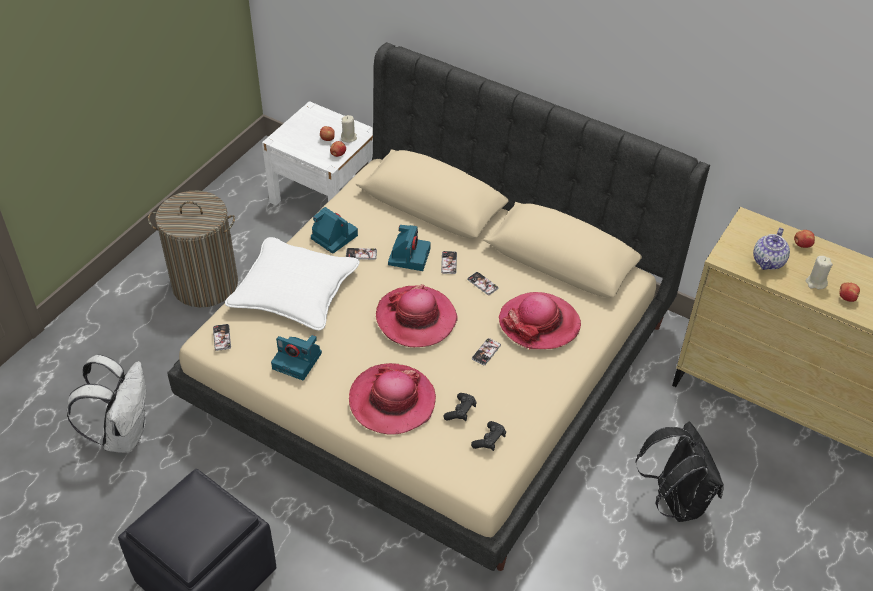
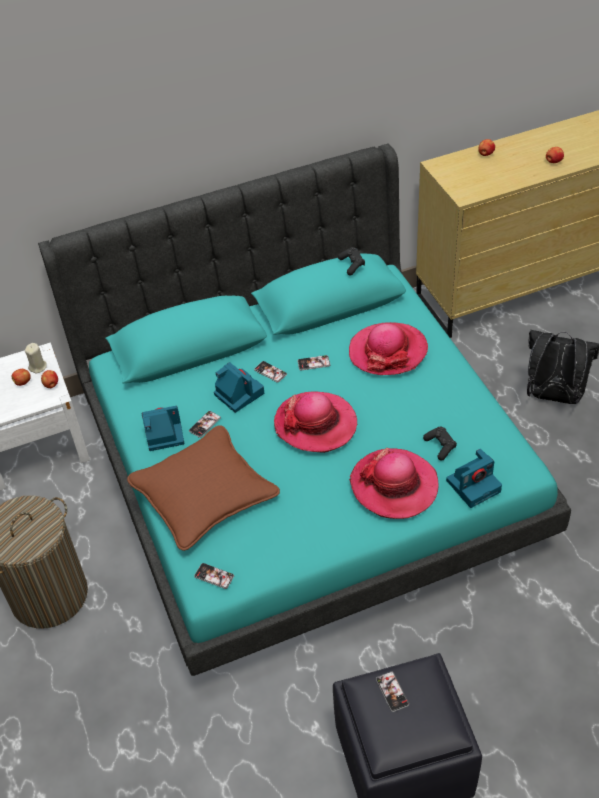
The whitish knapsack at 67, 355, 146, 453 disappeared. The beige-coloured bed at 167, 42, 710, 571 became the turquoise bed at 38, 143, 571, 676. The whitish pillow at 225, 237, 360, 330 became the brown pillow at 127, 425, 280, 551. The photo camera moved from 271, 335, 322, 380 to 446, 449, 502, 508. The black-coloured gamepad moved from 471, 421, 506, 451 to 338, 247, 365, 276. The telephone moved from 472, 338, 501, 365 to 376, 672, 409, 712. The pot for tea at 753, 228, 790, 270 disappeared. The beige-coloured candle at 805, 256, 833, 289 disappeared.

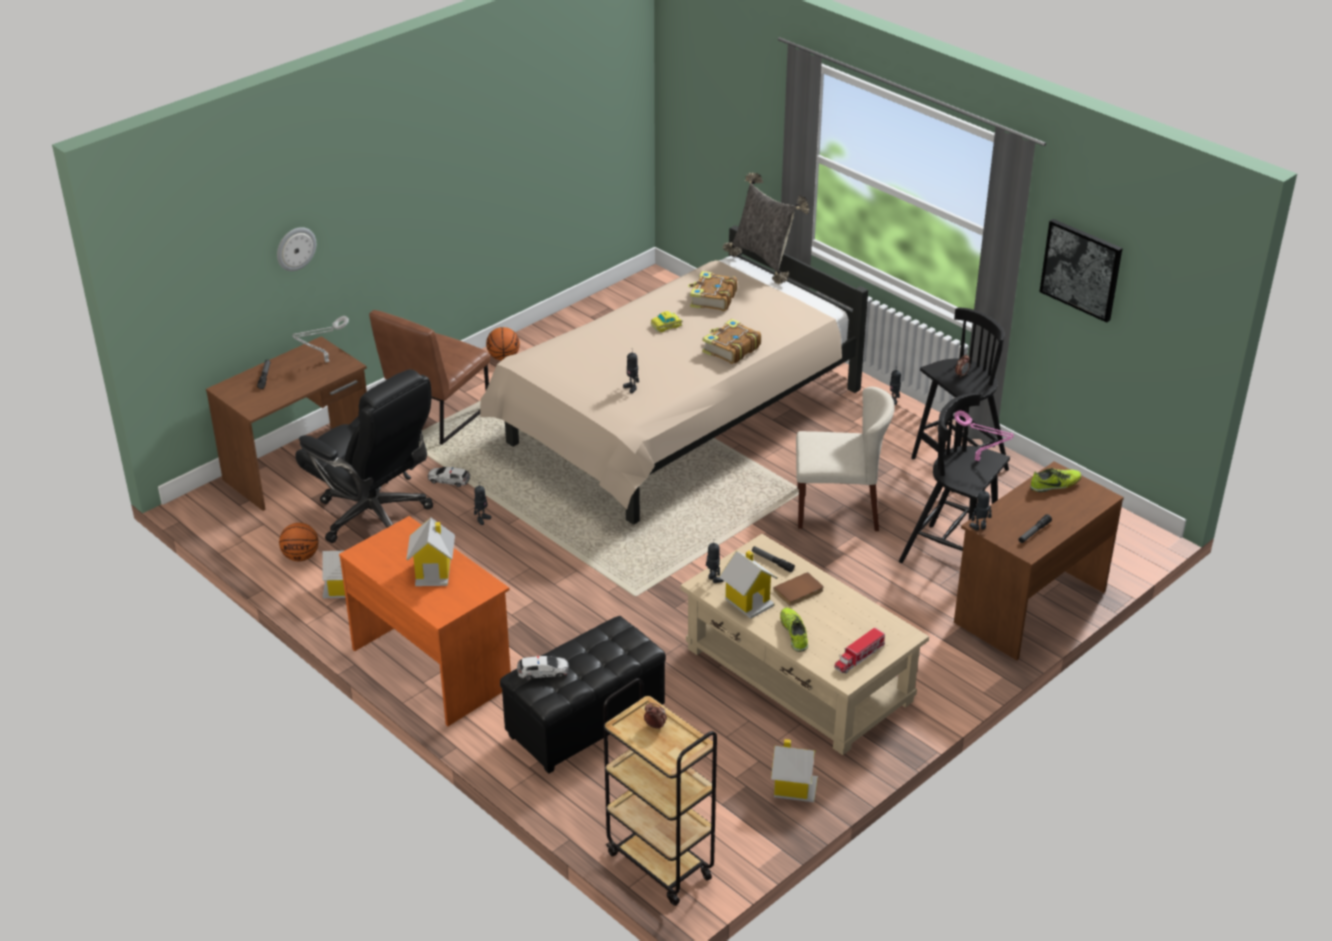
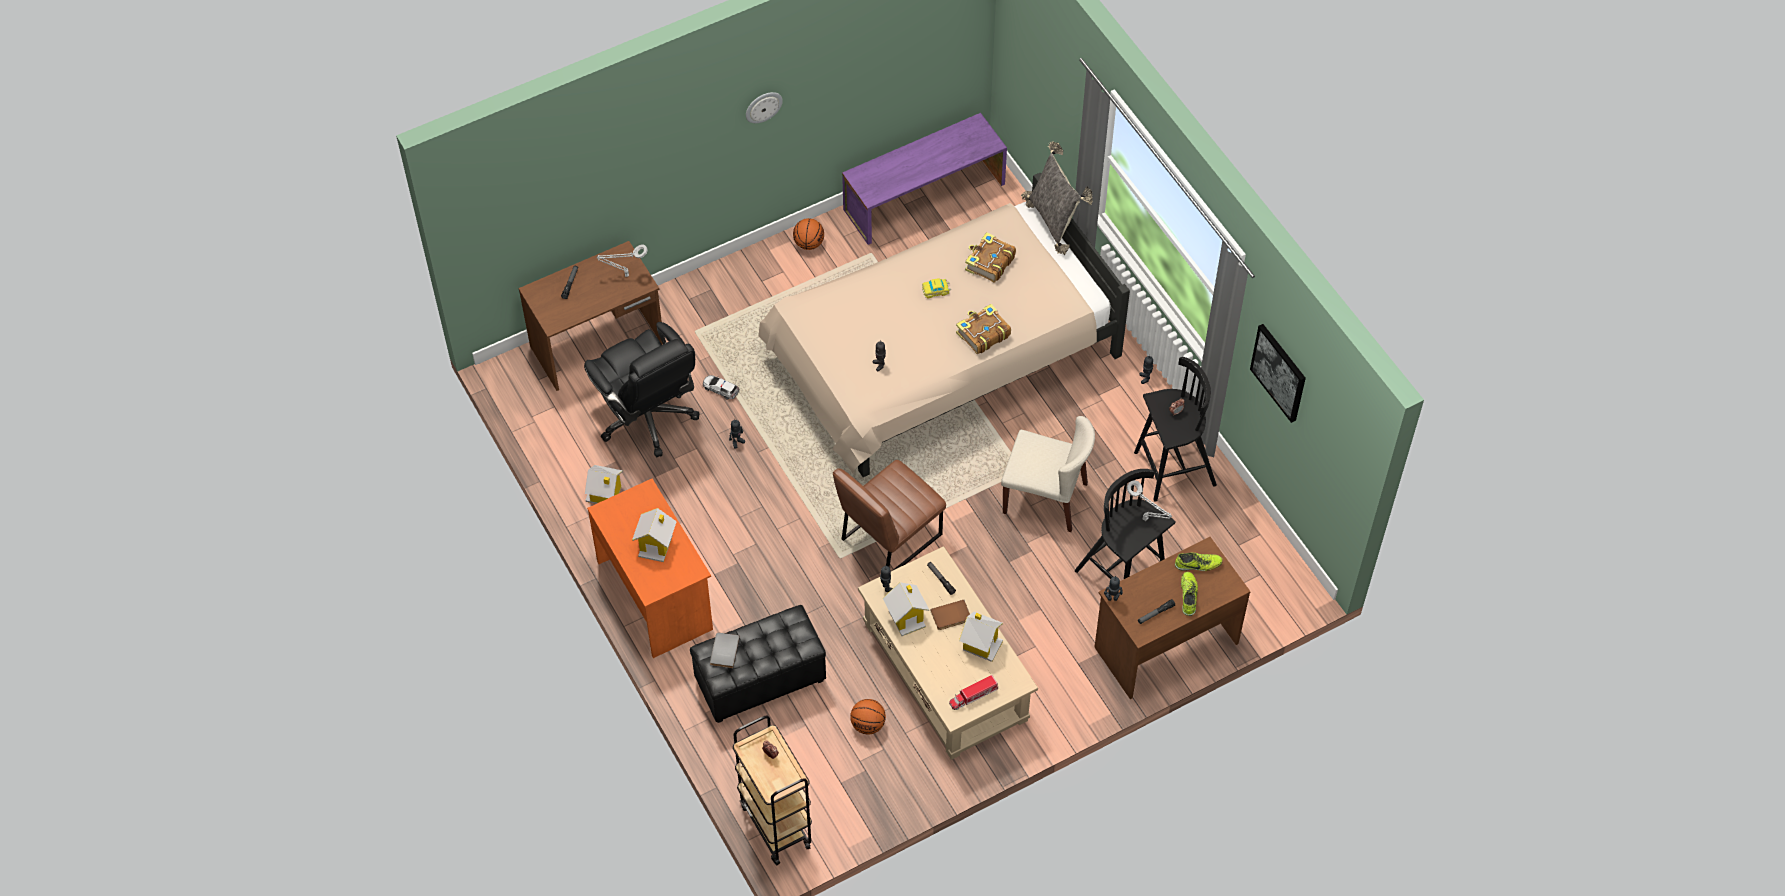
The clock on the wall moved from 277, 227, 316, 271 to 746, 92, 783, 123. The ball for basketball moved from 279, 523, 319, 561 to 850, 699, 886, 734. The brown chair moved from 369, 310, 490, 445 to 833, 460, 946, 571. The miniature car at 517, 656, 569, 680 was replaced by the greyish volume at 710, 633, 740, 668. The model house moved from 771, 739, 818, 802 to 959, 612, 1003, 662. The item of footwear moved from 780, 608, 808, 652 to 1181, 572, 1198, 616. The pink tabletop lamp at 954, 410, 1014, 461 became the greyish tabletop lamp at 1127, 480, 1172, 521. The purple-coloured indoor bench at 842, 113, 1007, 245 appeared.

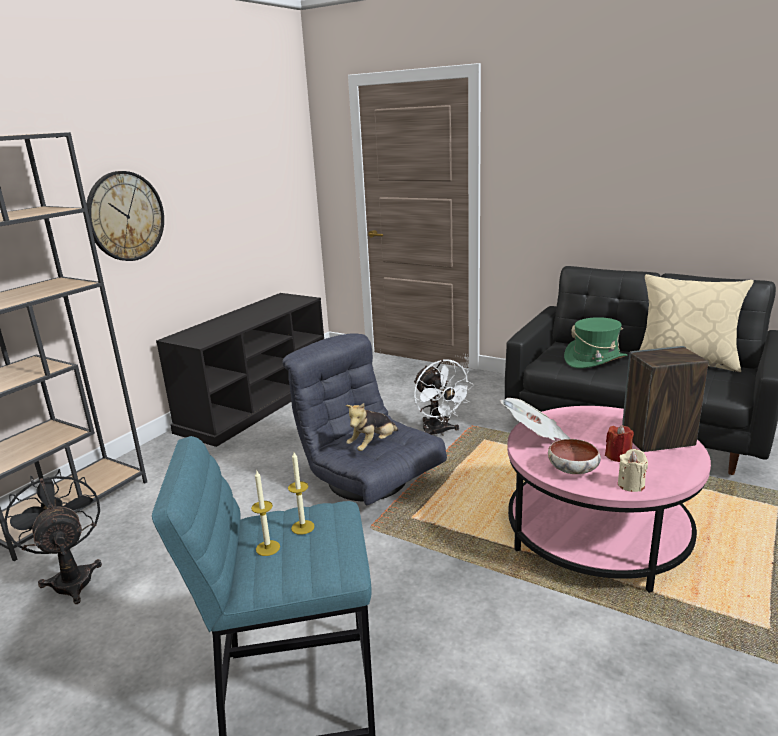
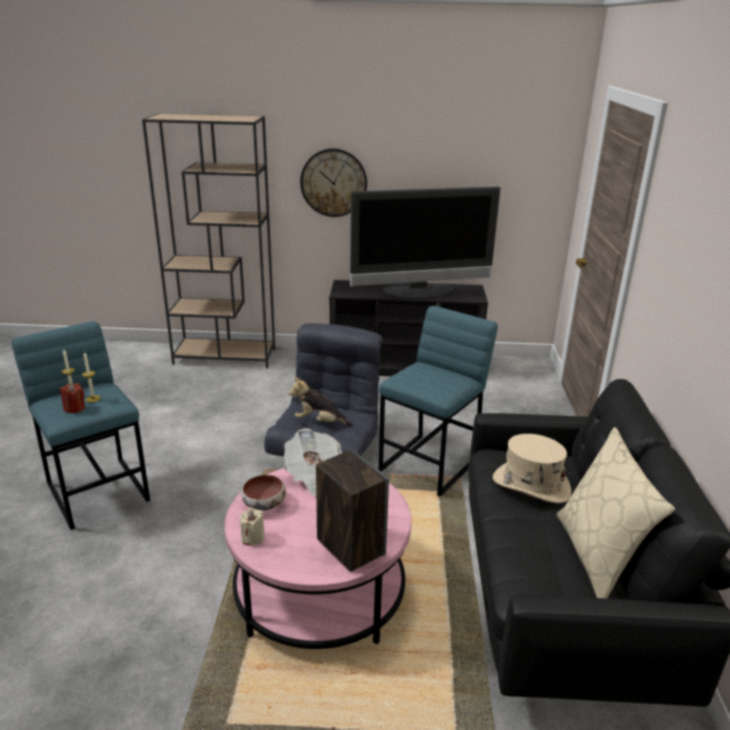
The black-coloured electric fan at 4, 469, 102, 604 disappeared. The whitish electric fan at 414, 359, 474, 436 was replaced by the blue-coloured sitting stool at 379, 306, 498, 496. The greenish hat at 564, 317, 628, 369 became the beige-coloured hat at 493, 434, 571, 503. The red-coloured candle moved from 605, 425, 634, 462 to 60, 383, 85, 413. The TV set at 350, 187, 500, 299 appeared.

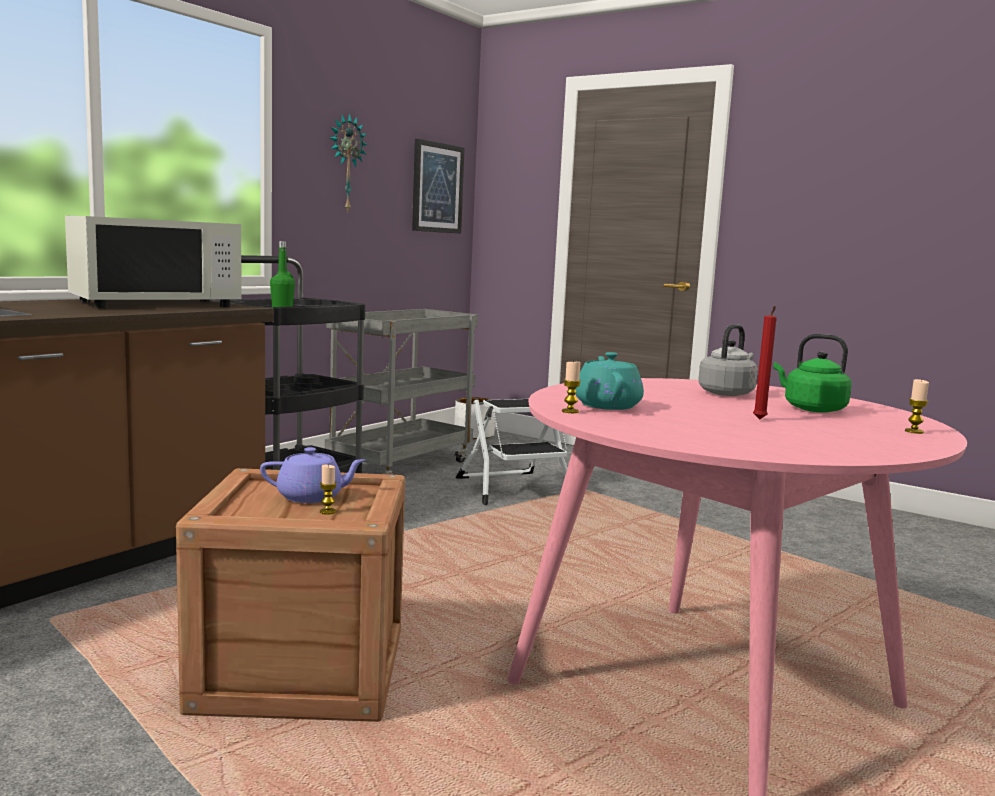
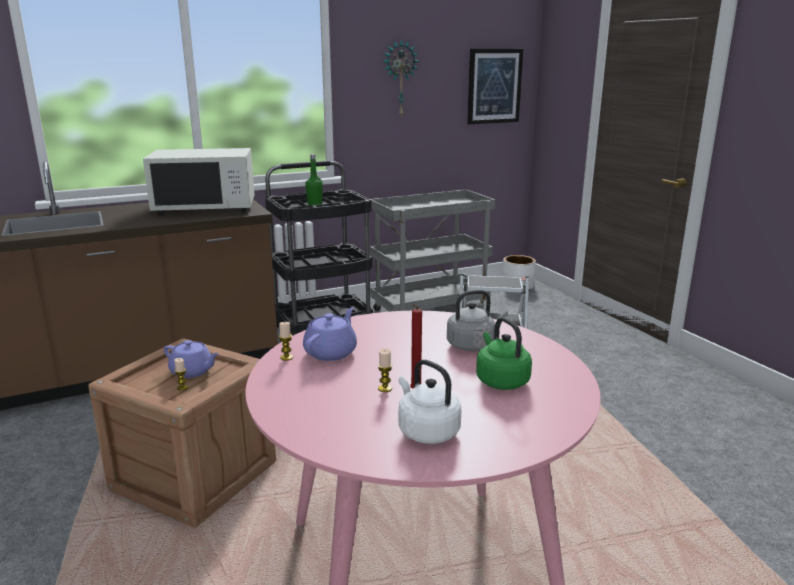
The turquoise pot for tea at 575, 352, 644, 410 became the purple-coloured pot for tea at 303, 308, 357, 361. The candle moved from 905, 379, 929, 434 to 378, 348, 392, 392. The whitish kettle at 398, 360, 461, 444 appeared.

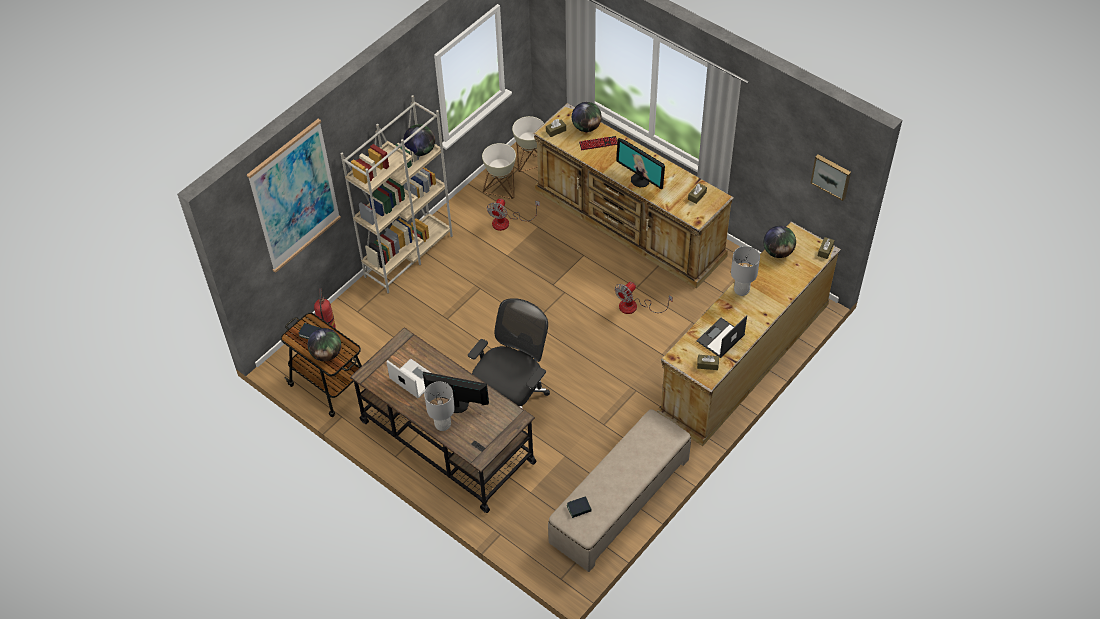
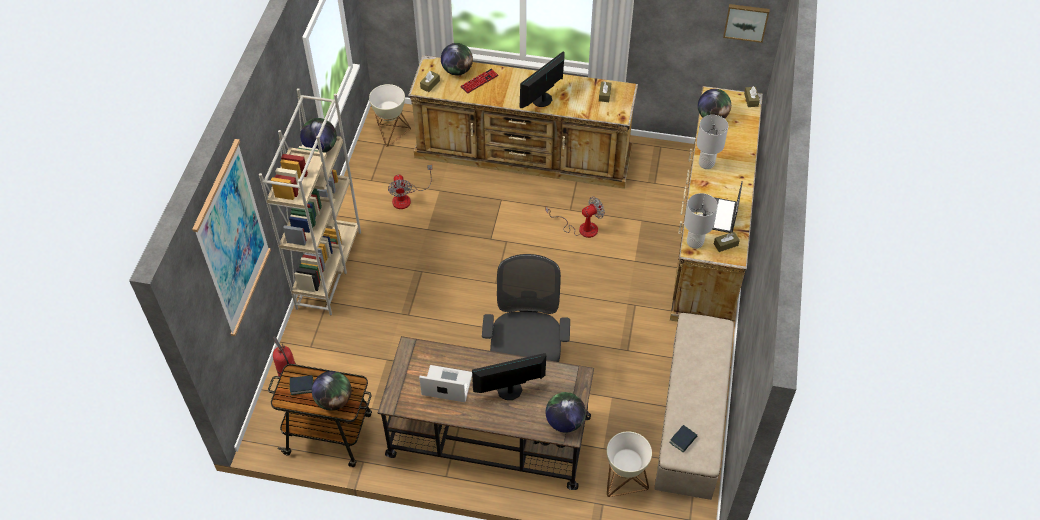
The greyish tabletop lamp moved from 424, 382, 455, 431 to 684, 193, 718, 249. The planter moved from 482, 143, 516, 199 to 607, 431, 652, 497. The electric fan at 615, 282, 673, 314 turned 135 degrees counterclockwise. The computer display at 616, 138, 665, 189 turned 120 degrees clockwise. The desk globe at 546, 392, 586, 433 appeared.

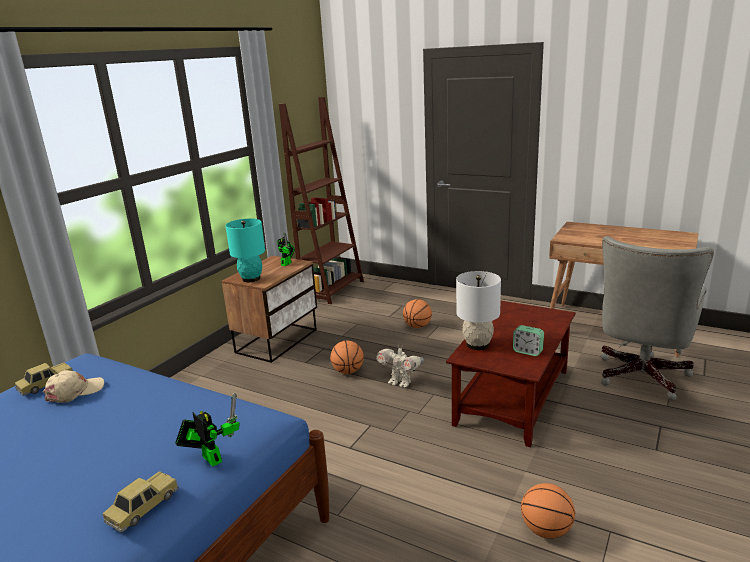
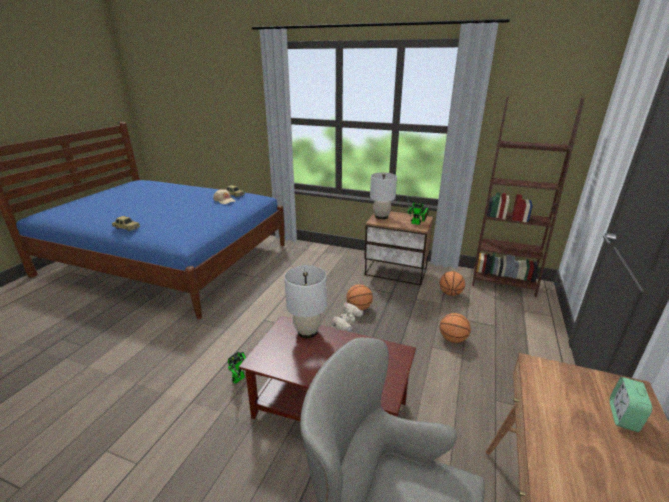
The model robot moved from 175, 393, 239, 467 to 228, 352, 246, 384. The turquoise tabletop lamp at 225, 219, 265, 282 became the whitish tabletop lamp at 370, 172, 397, 219. The bedside clock moved from 513, 325, 544, 356 to 610, 377, 652, 432. The ball for basketball moved from 521, 483, 575, 539 to 439, 271, 465, 296.

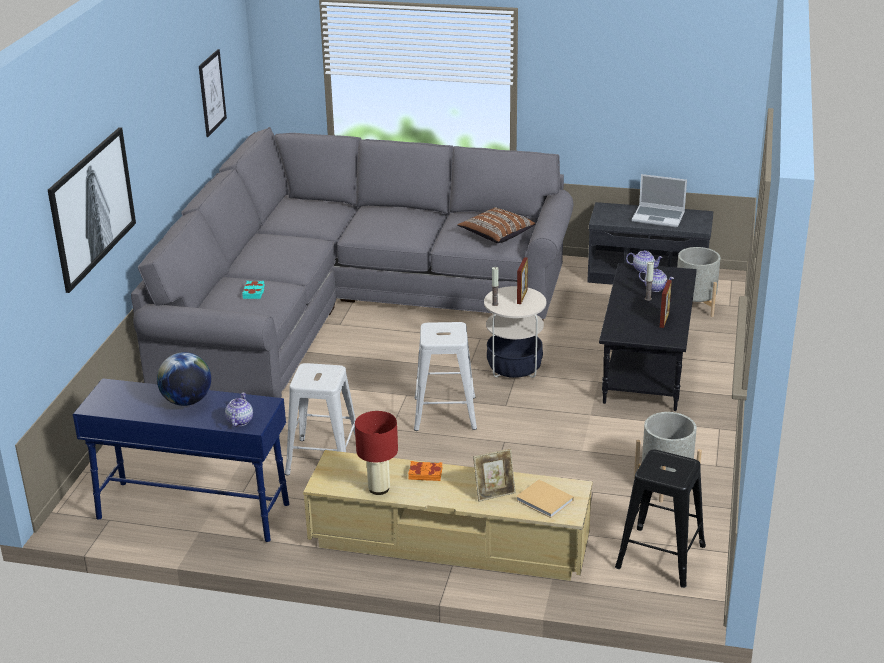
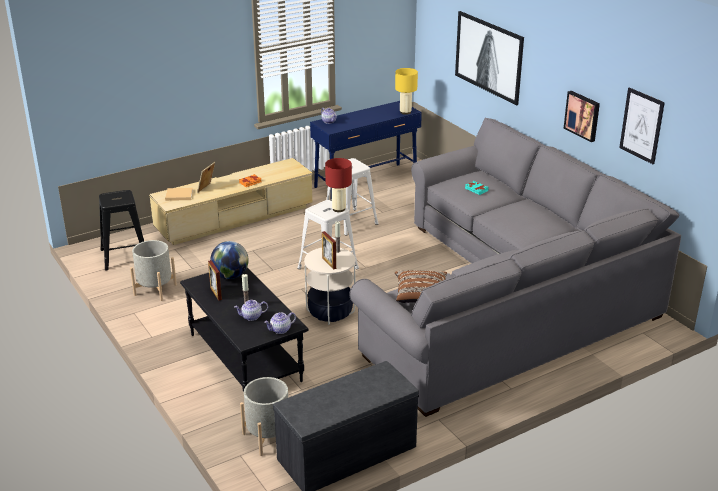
The desk globe moved from 157, 352, 211, 406 to 210, 241, 249, 279. The red-coloured tabletop lamp moved from 355, 411, 398, 495 to 325, 158, 352, 212. The notebook computer at 632, 174, 687, 227 disappeared. The yellow-coloured tabletop lamp at 395, 68, 418, 115 appeared. The wall art at 563, 91, 600, 142 appeared.

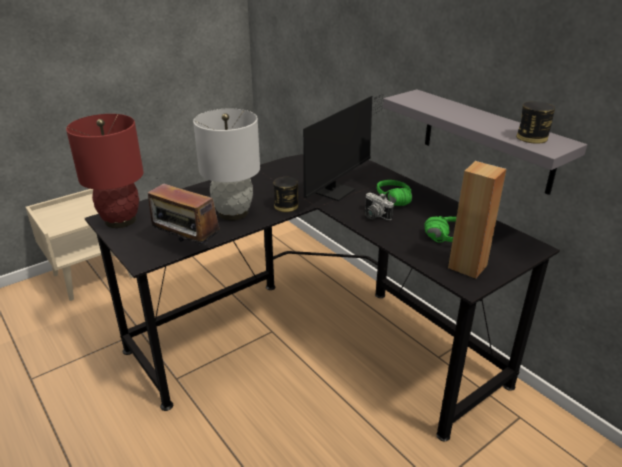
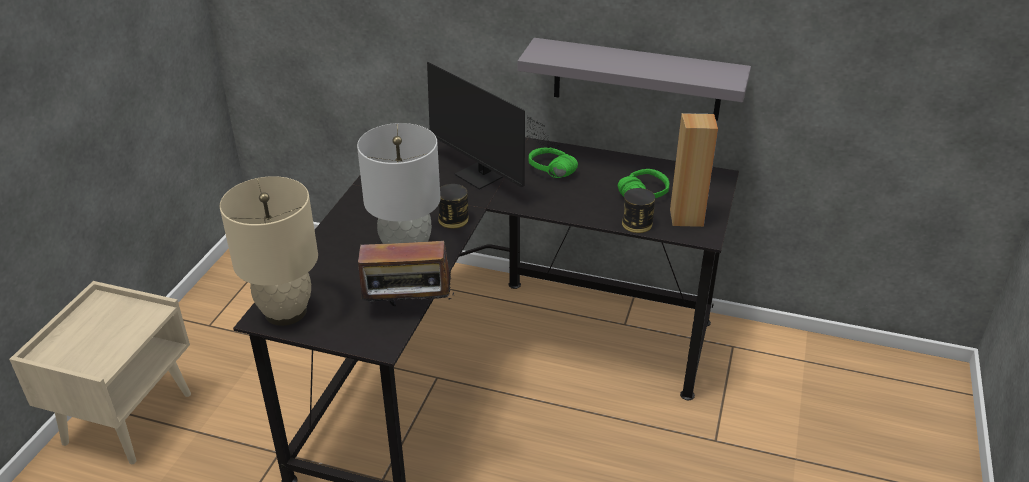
The red-coloured tabletop lamp at 66, 114, 143, 228 became the beige-coloured tabletop lamp at 220, 176, 318, 326. The computer display at 303, 94, 383, 201 turned 135 degrees clockwise. The photo camera at 365, 193, 394, 220 disappeared. The metal can moved from 516, 101, 555, 144 to 622, 188, 655, 233.

